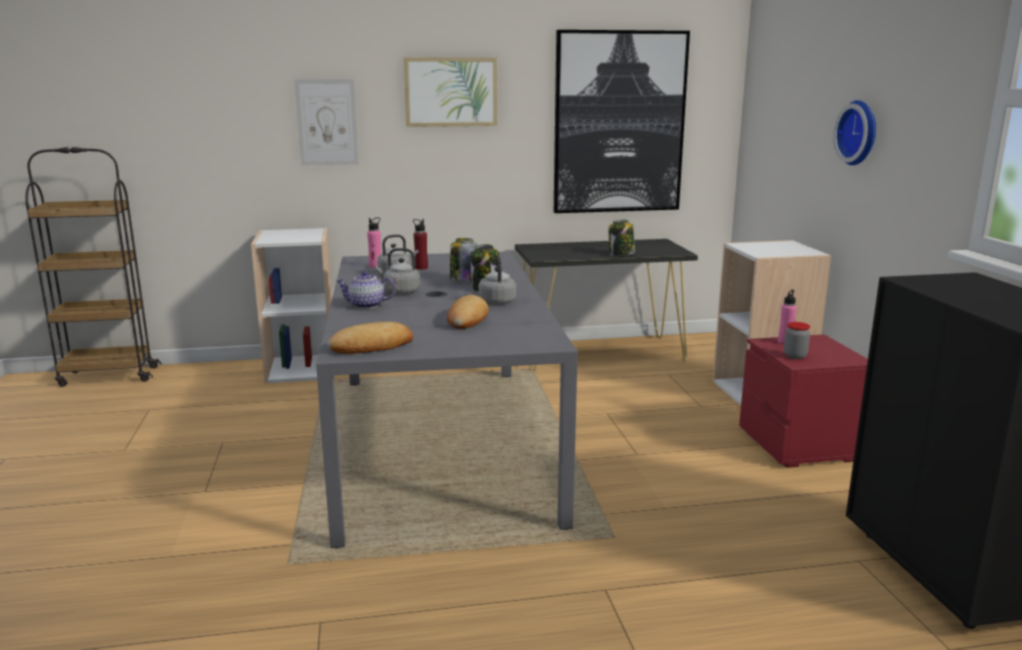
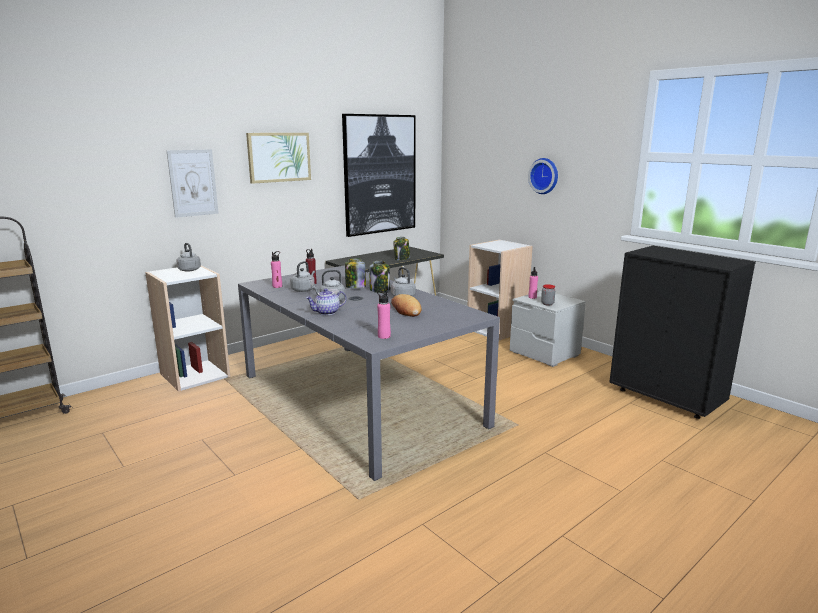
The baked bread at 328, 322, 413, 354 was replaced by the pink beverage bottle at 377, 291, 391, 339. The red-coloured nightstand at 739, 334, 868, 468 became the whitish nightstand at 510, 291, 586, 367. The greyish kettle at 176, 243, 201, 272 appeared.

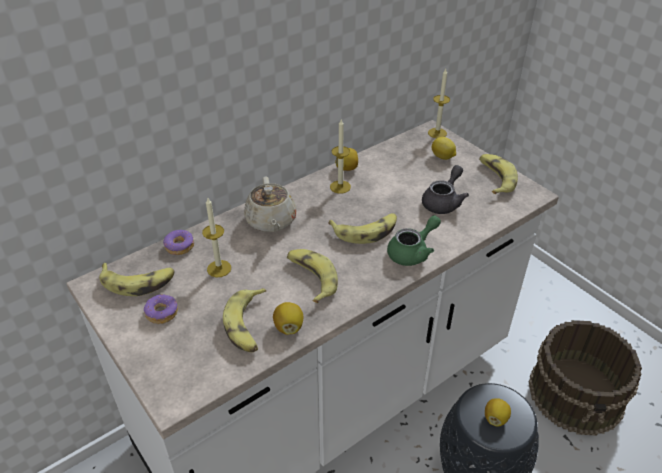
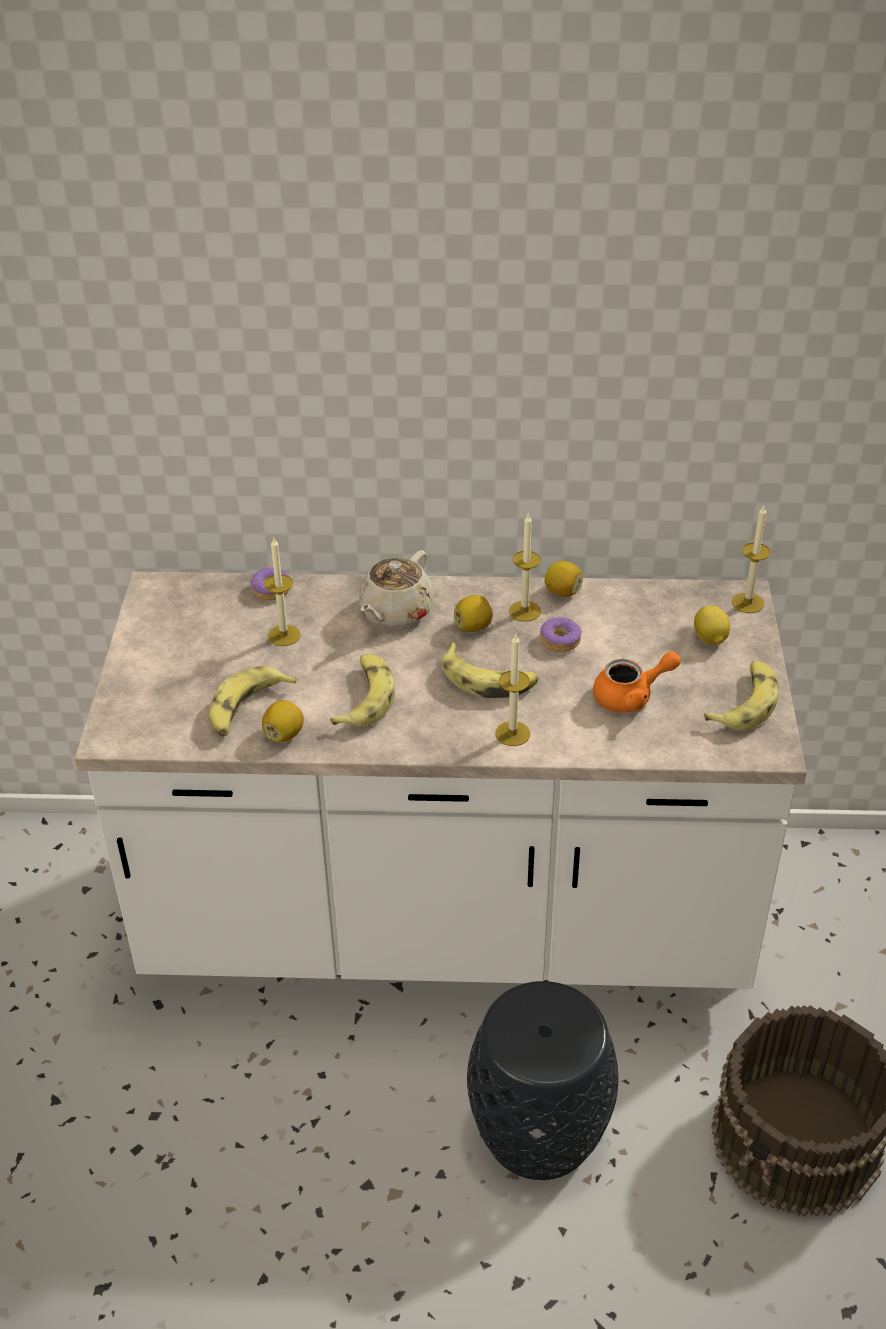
The whole banana at 99, 263, 174, 296 disappeared. The doughnut moved from 144, 294, 178, 324 to 540, 617, 582, 652. The greenish pot for tea at 387, 215, 441, 266 was replaced by the candle at 495, 633, 530, 746. The greyish pot for tea at 422, 165, 469, 214 became the orange pot for tea at 593, 651, 681, 713. The lemon moved from 485, 398, 511, 426 to 454, 595, 493, 632.

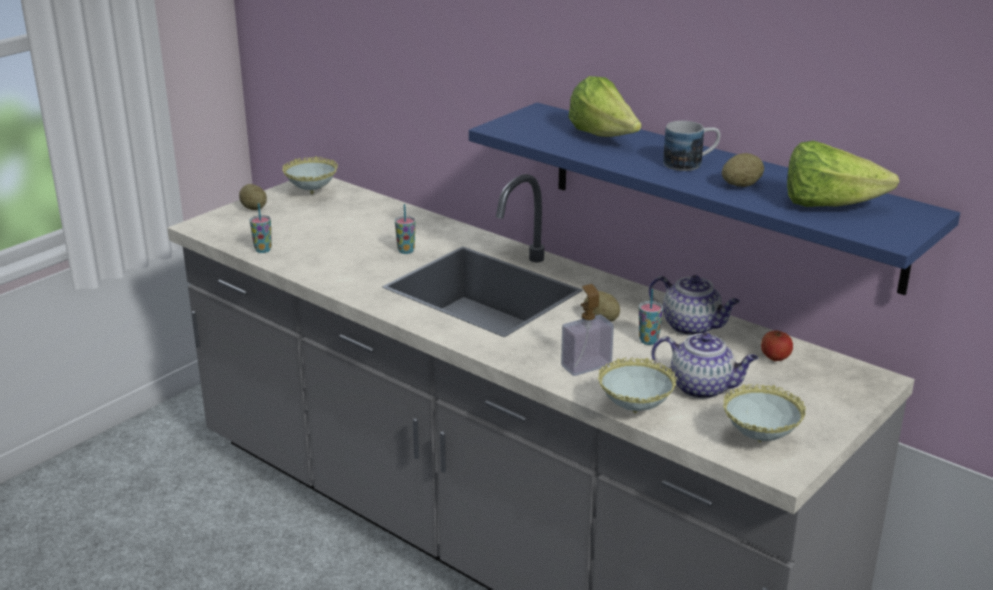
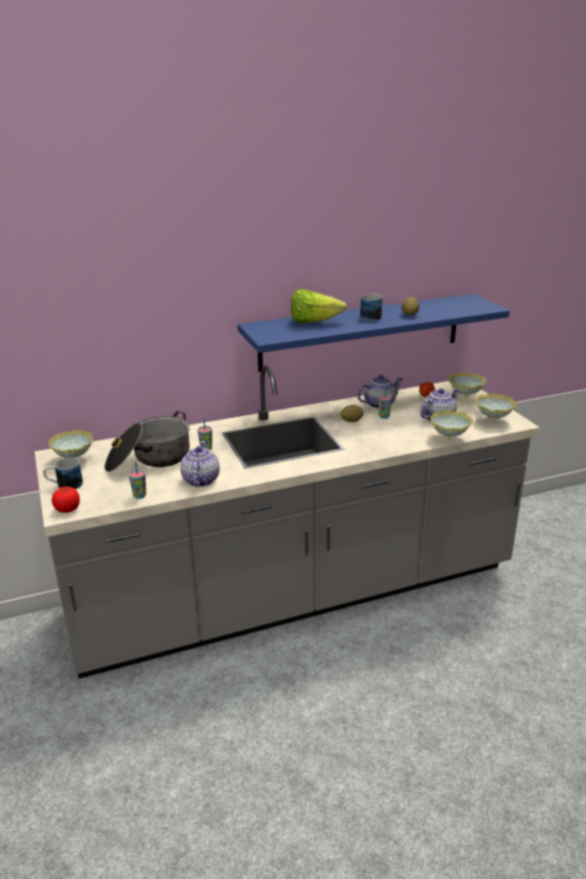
The whole potato at 239, 184, 267, 210 was replaced by the coffee mug at 43, 457, 83, 489. The soap dispenser at 561, 284, 614, 376 disappeared. The lettuce head at 787, 141, 899, 207 disappeared. The whole tomato at 52, 487, 80, 513 appeared. The cooking pot at 105, 411, 190, 472 appeared. The pot for tea at 180, 441, 220, 487 appeared. The deep dish at 449, 372, 487, 397 appeared.

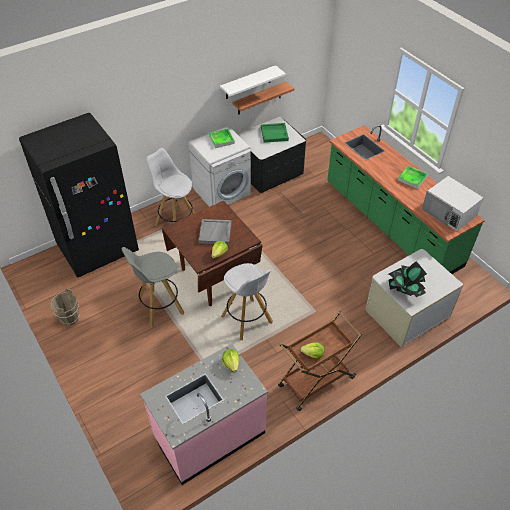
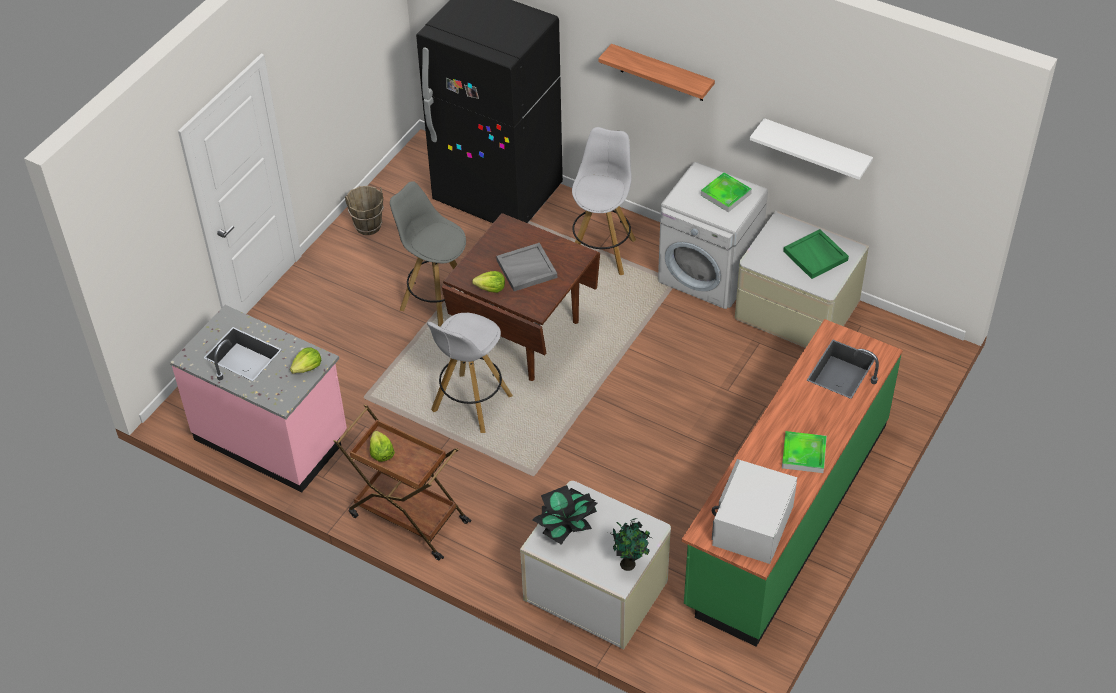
The shelf moved from 232, 82, 294, 114 to 598, 44, 715, 101. The black-coloured nightstand at 238, 116, 306, 193 became the beige-coloured nightstand at 735, 211, 869, 348. The potted plant at 609, 518, 651, 571 appeared.

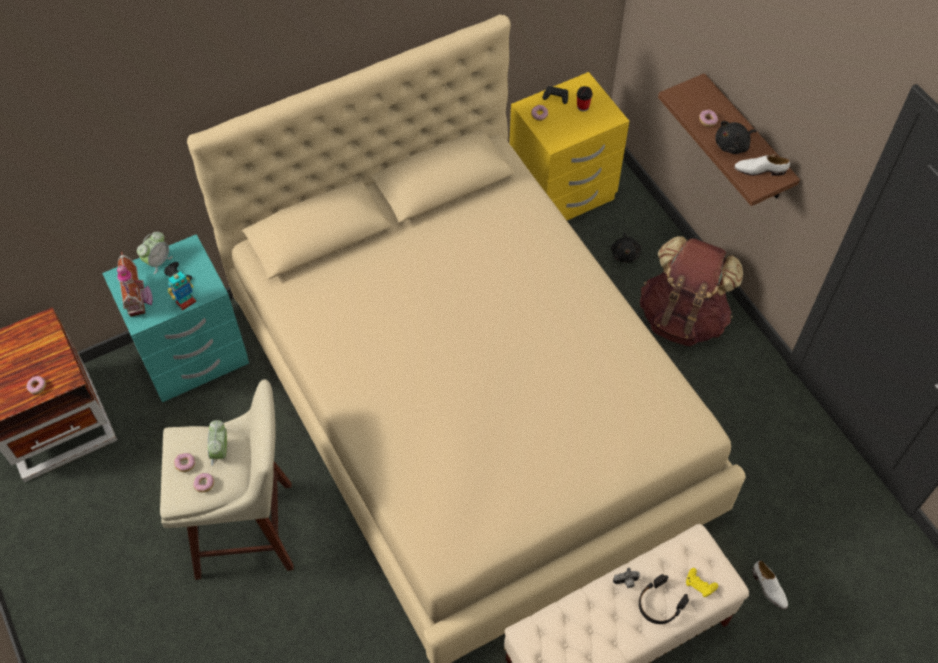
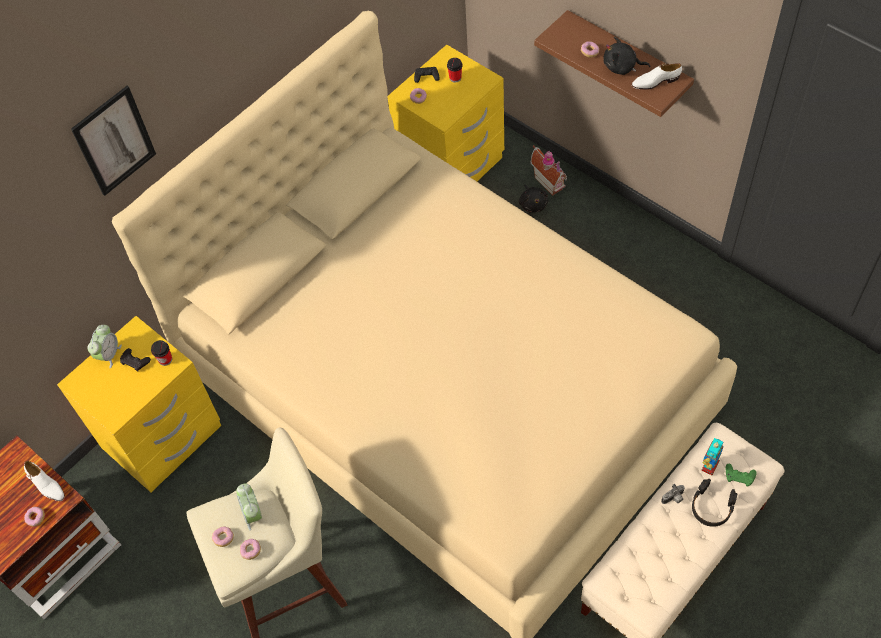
The turquoise nightstand at 102, 234, 249, 402 became the yellow-coloured nightstand at 57, 316, 221, 492. The model house moved from 117, 252, 153, 317 to 531, 145, 567, 195. The model robot moved from 168, 271, 196, 311 to 701, 438, 724, 476. The brown knapsack at 640, 236, 743, 346 disappeared. The yellow-coloured gamepad at 686, 568, 718, 597 became the greenish gamepad at 726, 464, 757, 487. The black-coloured cuddly toy at 715, 121, 756, 154 turned 60 degrees clockwise. The whitish item of footwear moved from 752, 561, 788, 610 to 24, 461, 65, 501. The wall art at 71, 86, 156, 196 appeared. The small cup at 151, 340, 172, 366 appeared.

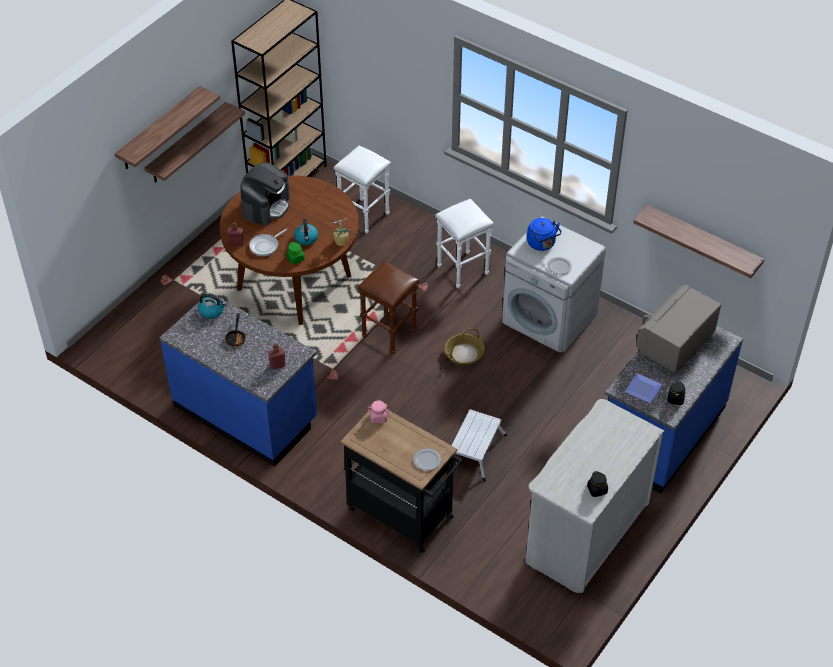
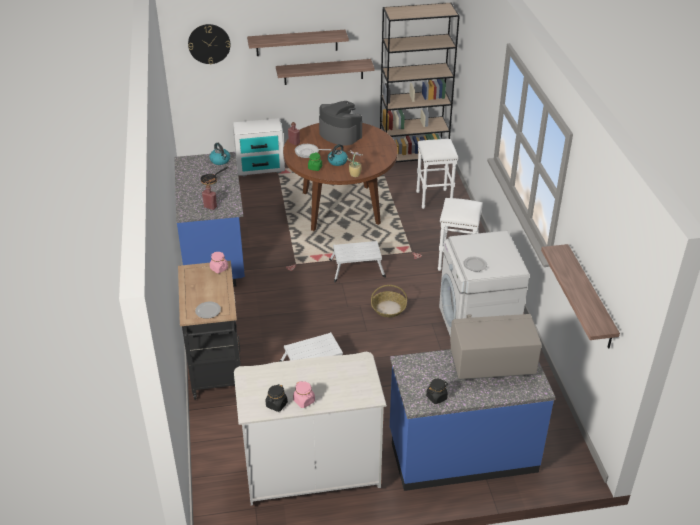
The coffee maker at 240, 162, 290, 226 turned 120 degrees counterclockwise. The brown sitting stool at 358, 261, 419, 354 was replaced by the whitish step ladder at 329, 241, 386, 282. The blue-coloured kettle at 527, 218, 562, 251 disappeared. The flat dish at 625, 373, 663, 403 disappeared. The clock on the wall at 188, 24, 230, 64 appeared. The whitish nightstand at 233, 118, 285, 177 appeared. The pink storage jar at 293, 381, 315, 408 appeared.

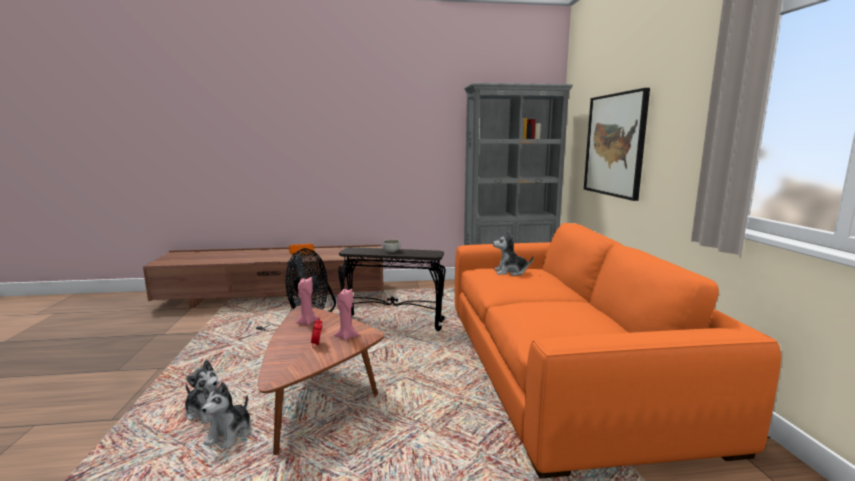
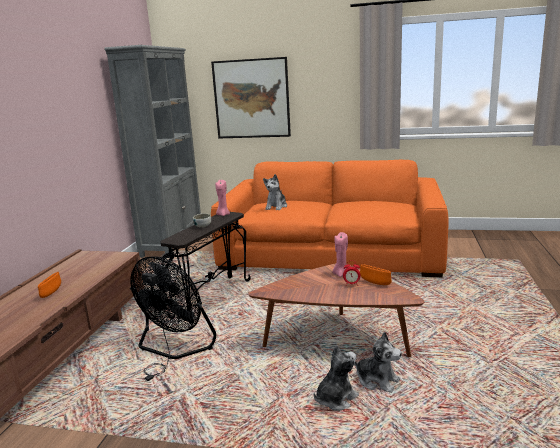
The pink candle moved from 296, 277, 319, 326 to 215, 180, 230, 216. The orange deep dish at 360, 264, 392, 285 appeared.

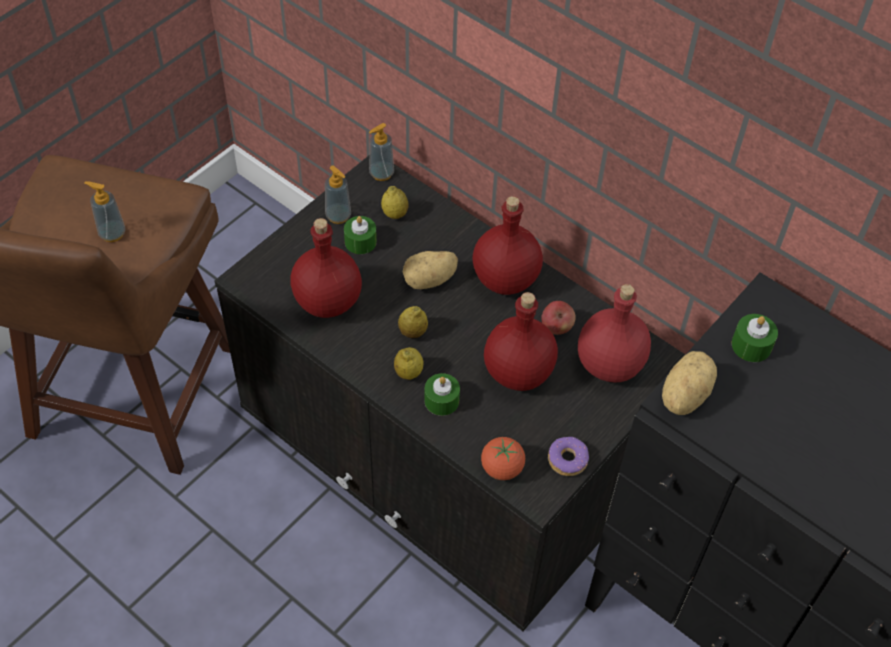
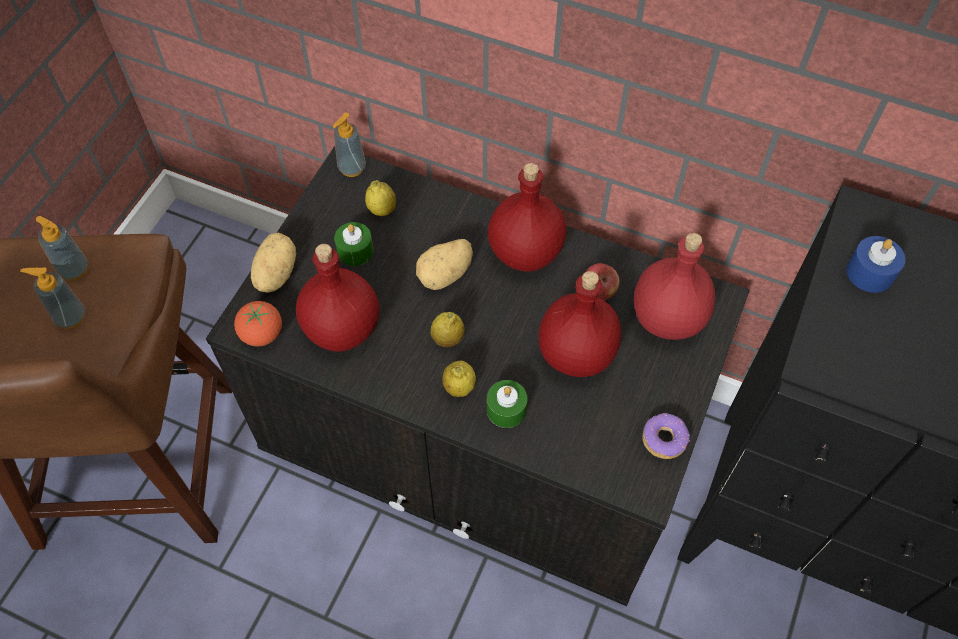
The soap dispenser moved from 325, 166, 351, 224 to 36, 216, 88, 281. The whole tomato moved from 481, 437, 525, 480 to 234, 301, 282, 346. The whole potato moved from 662, 351, 717, 415 to 251, 232, 296, 293. The greenish candle at 732, 314, 778, 362 became the blue-coloured candle at 846, 236, 905, 293.

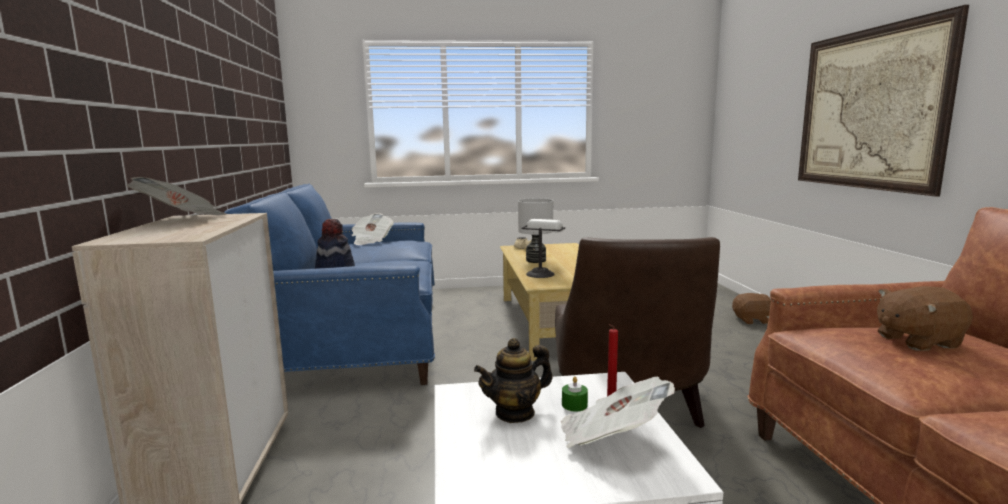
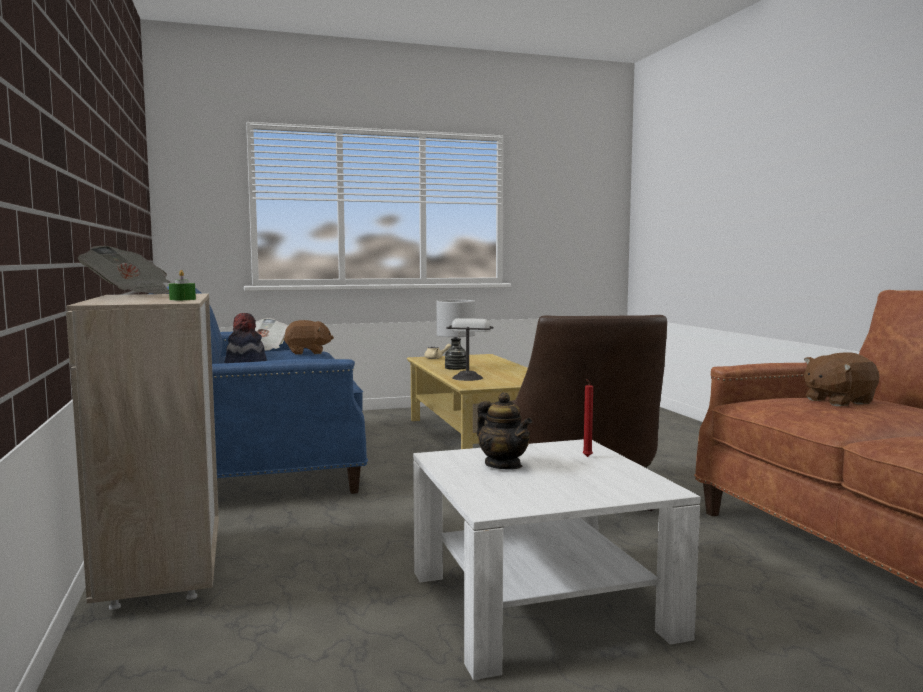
The pot for tea at 474, 338, 553, 423 turned 90 degrees counterclockwise. The daily paper at 561, 376, 675, 448 disappeared. The greenish candle moved from 562, 376, 588, 412 to 169, 270, 196, 300. The brown cuddly toy moved from 732, 293, 771, 324 to 284, 320, 334, 355. The wall art at 798, 5, 969, 197 disappeared.

